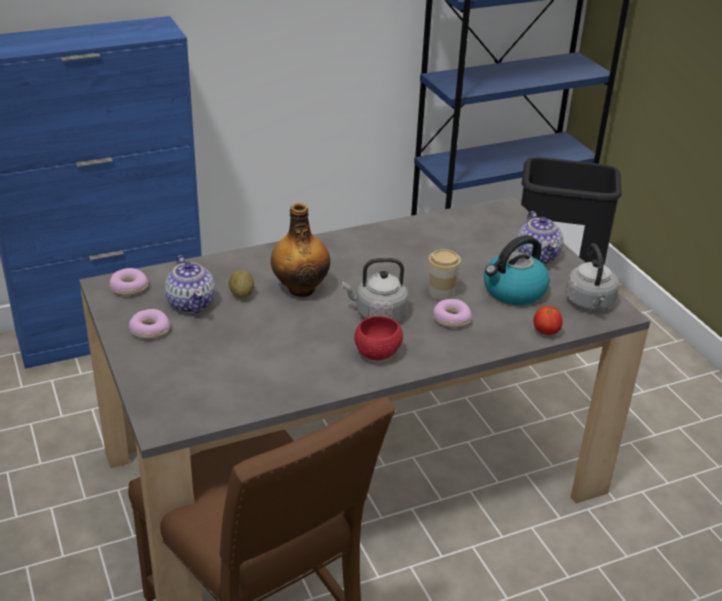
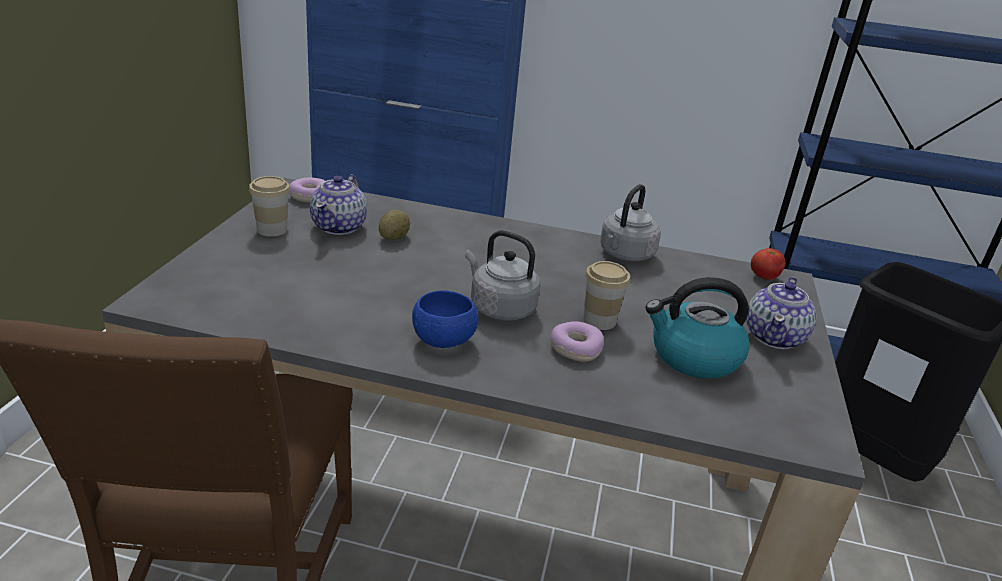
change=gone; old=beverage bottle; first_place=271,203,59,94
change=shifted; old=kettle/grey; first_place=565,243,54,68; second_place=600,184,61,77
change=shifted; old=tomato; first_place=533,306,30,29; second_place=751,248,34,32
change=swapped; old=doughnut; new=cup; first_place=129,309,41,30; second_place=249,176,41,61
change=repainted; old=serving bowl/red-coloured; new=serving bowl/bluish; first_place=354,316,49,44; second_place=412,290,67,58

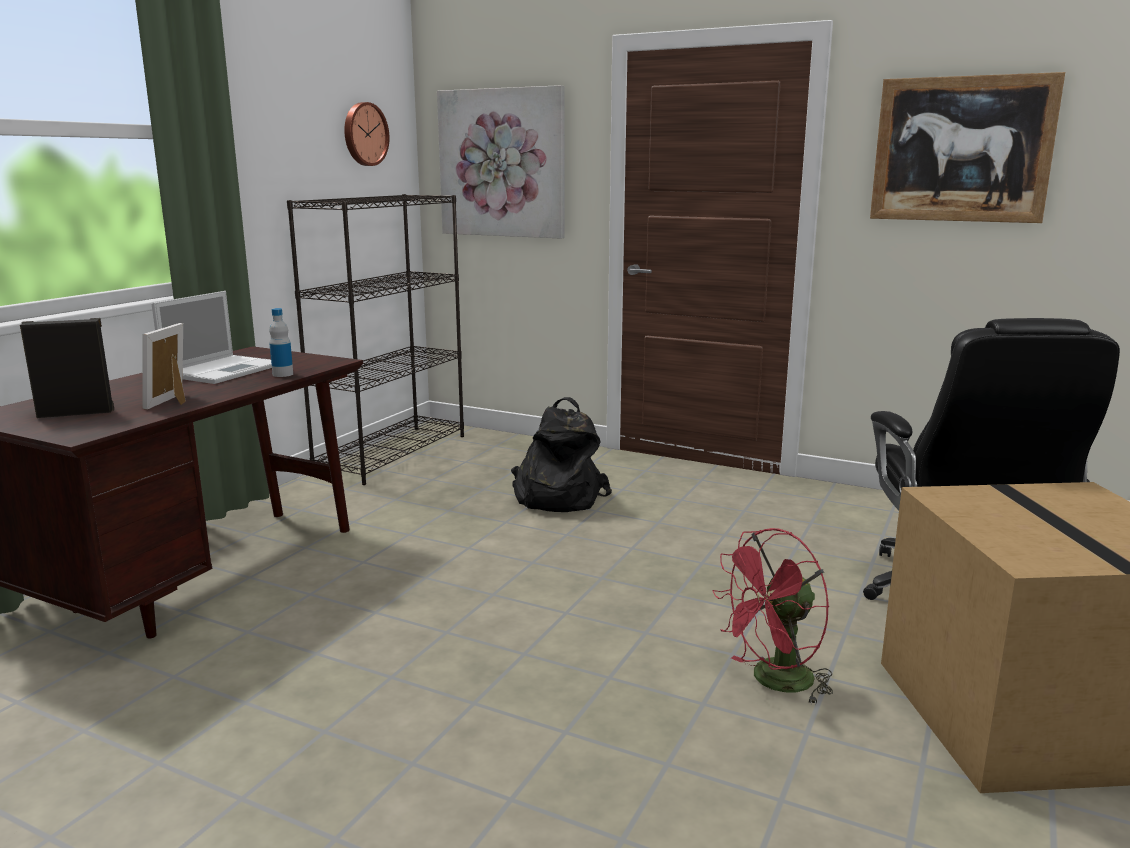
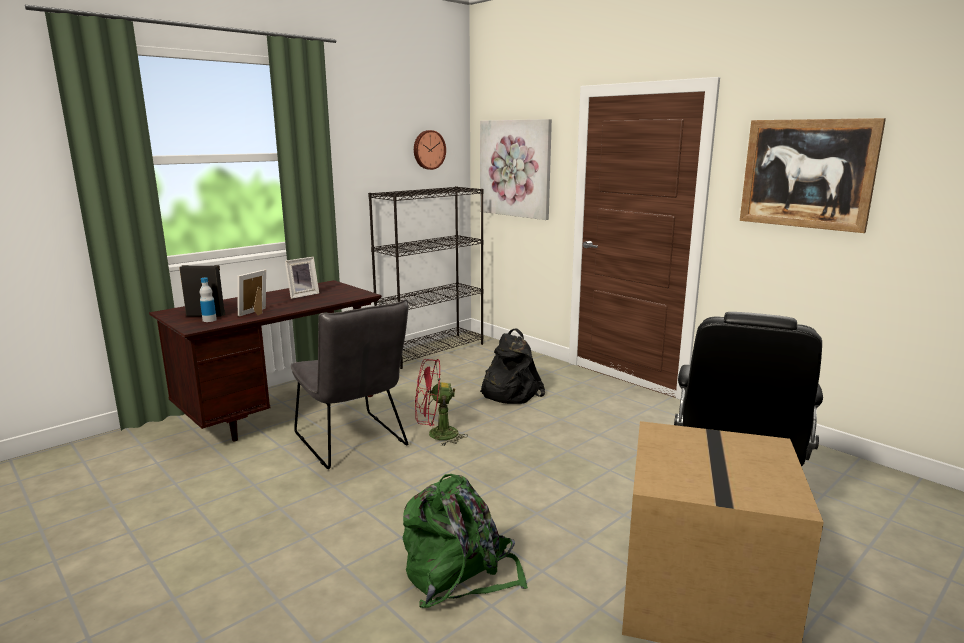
change=swapped; old=laptop; new=photo frame; first_place=152,291,120,93; second_place=285,257,34,42
change=shifted; old=beverage bottle; first_place=269,308,24,69; second_place=200,278,17,44
change=shifted; old=cooling fan/red-coloured; first_place=713,528,120,178; second_place=415,359,53,87
change=new; new=chair/grey; second_place=291,299,118,170
change=new; new=backpack/greenish; second_place=402,474,126,134

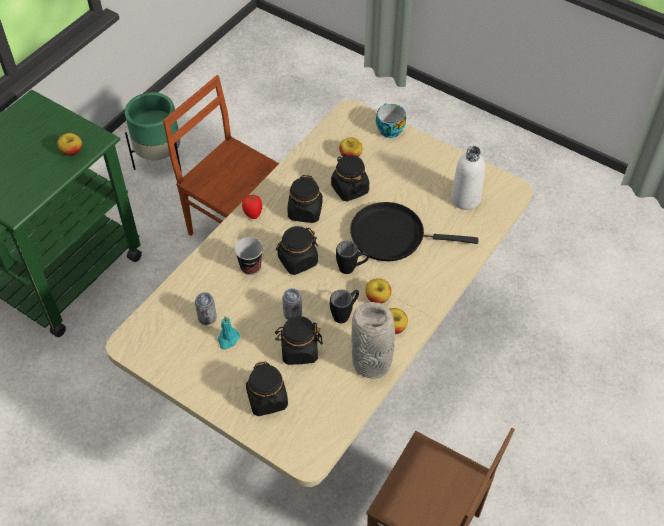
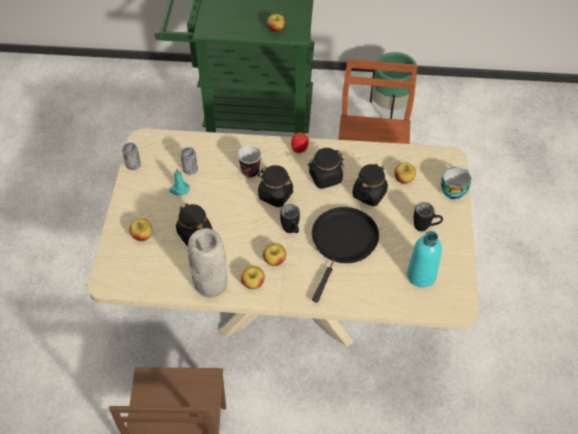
change=repainted; old=beverage bottle/whitish; new=beverage bottle/turquoise; first_place=451,146,34,64; second_place=407,231,35,56
change=rotated; old=pan/black; first_place=350,202,128,59; second_place=312,207,67,96; degrees=45
change=shifted; old=can; first_place=282,288,20,32; second_place=122,142,19,28
change=shifted; old=tea mug/black; first_place=330,290,29,33; second_place=413,202,30,30
change=swapped; old=preserve jar/black; new=apple; first_place=246,361,42,55; second_place=130,219,22,22

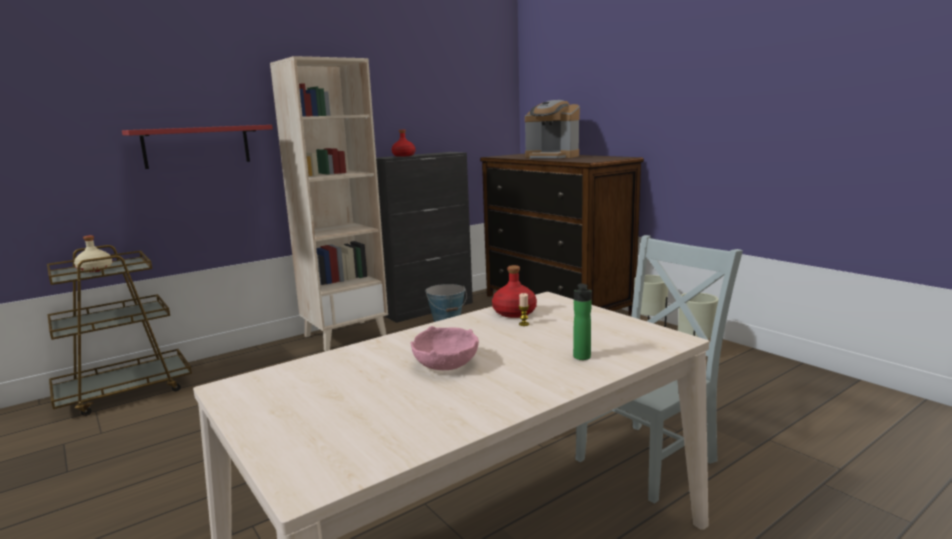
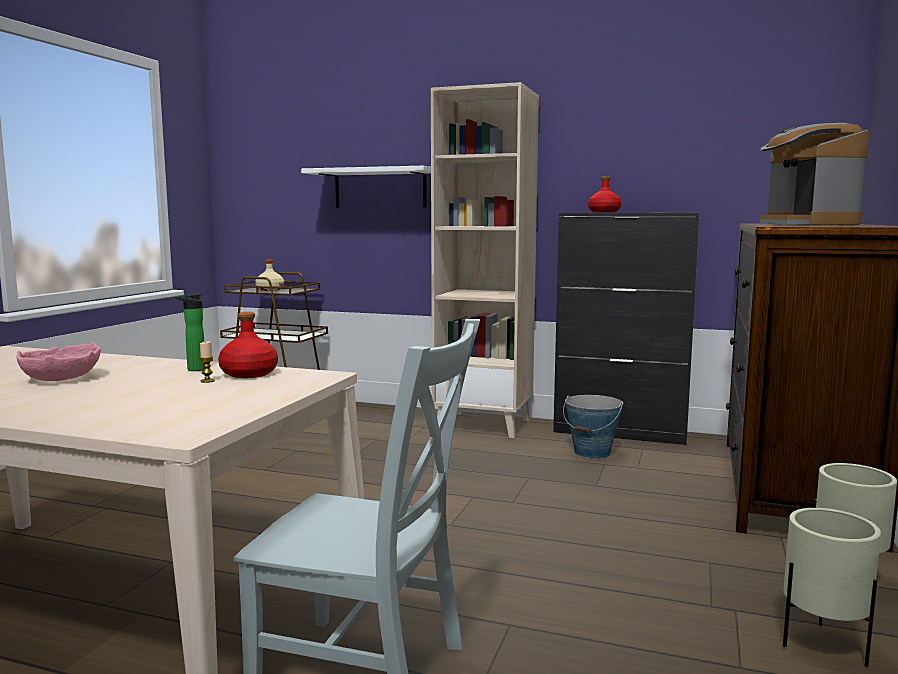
change=repainted; old=bracket shelf/red-coloured; new=bracket shelf/whitish; first_place=122,125,151,44; second_place=301,166,130,42
change=shifted; old=beverage bottle; first_place=573,283,19,77; second_place=175,294,29,77

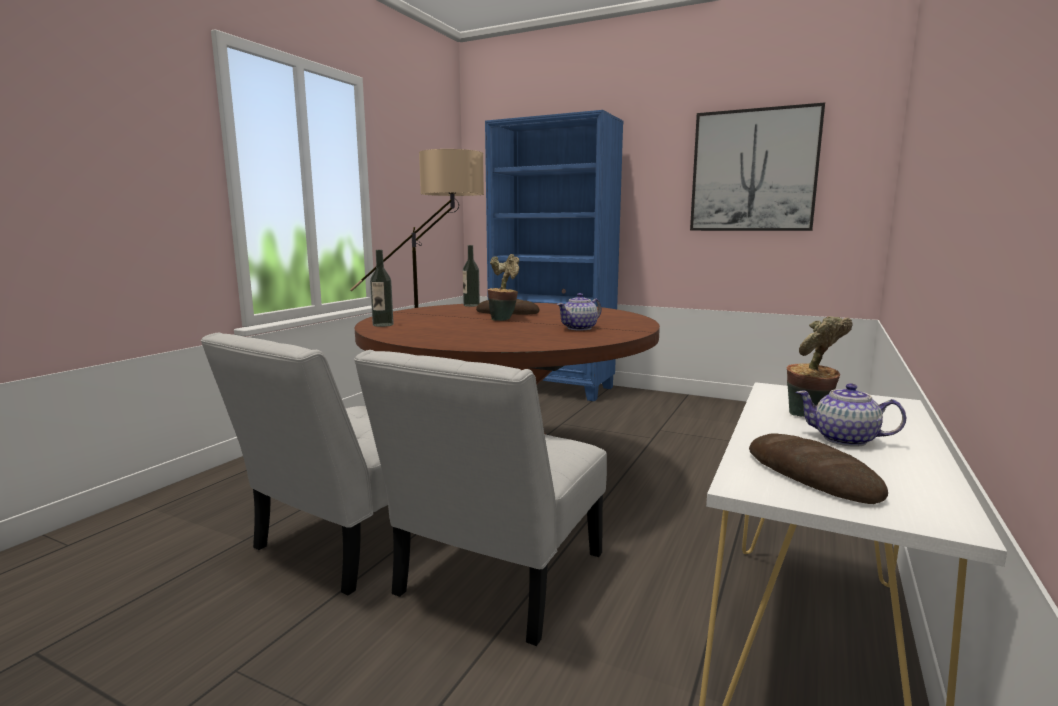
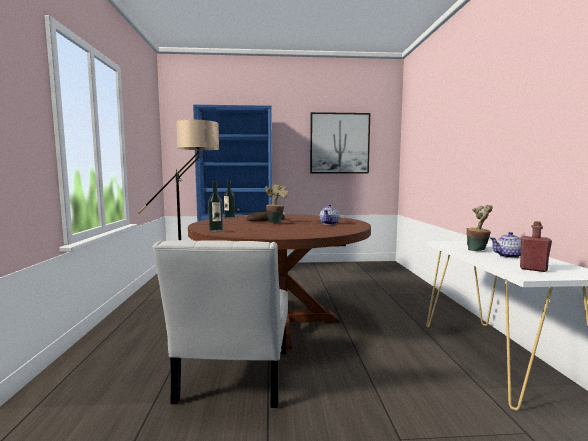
change=gone; old=chair/whitish; first_place=354,350,253,296
change=swapped; old=bread; new=beverage bottle/red-coloured; first_place=749,433,139,71; second_place=520,221,32,51

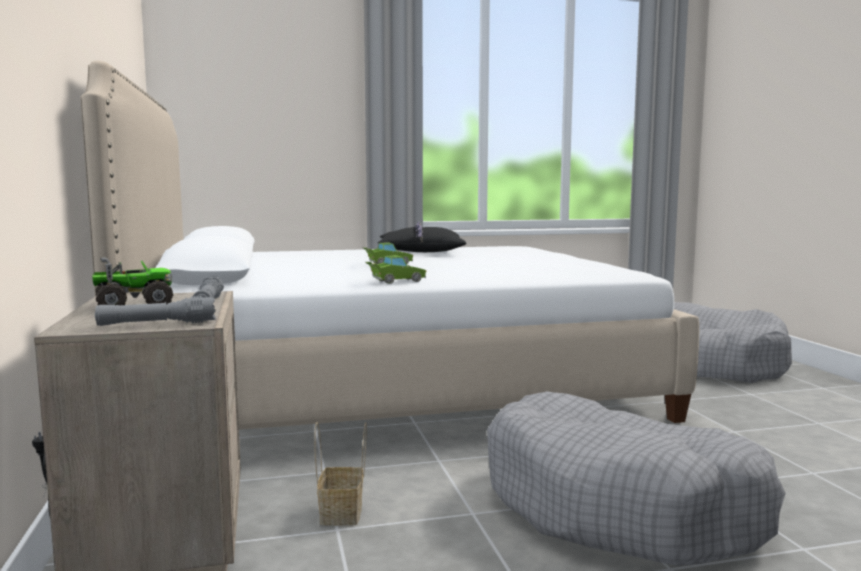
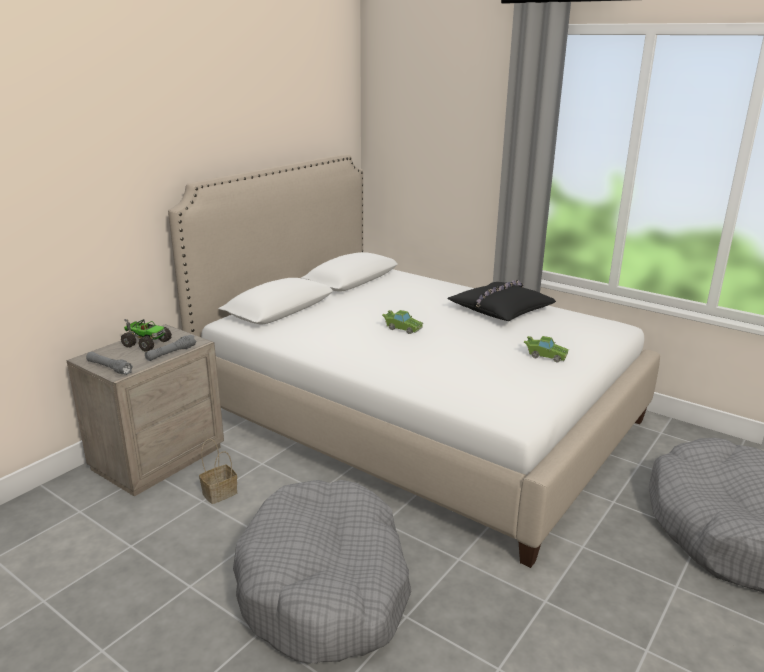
change=shifted; old=model car/greenish; first_place=366,255,61,29; second_place=524,336,45,27

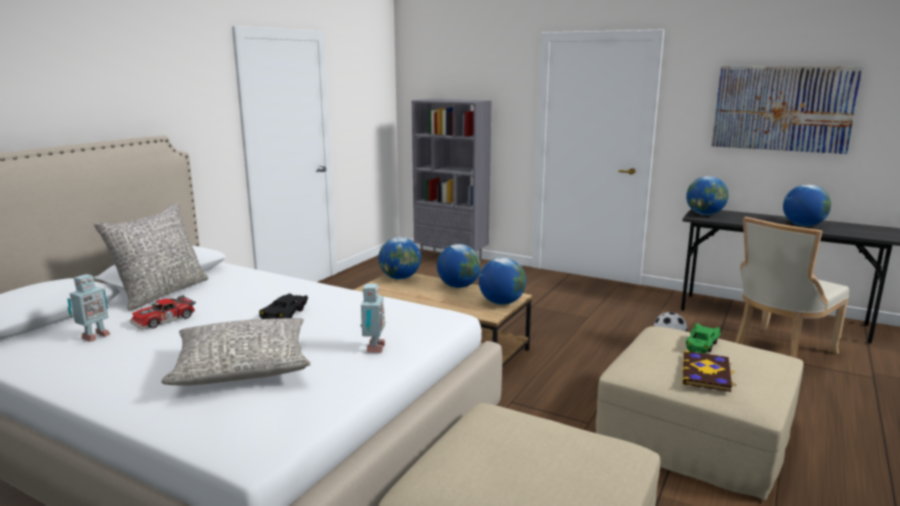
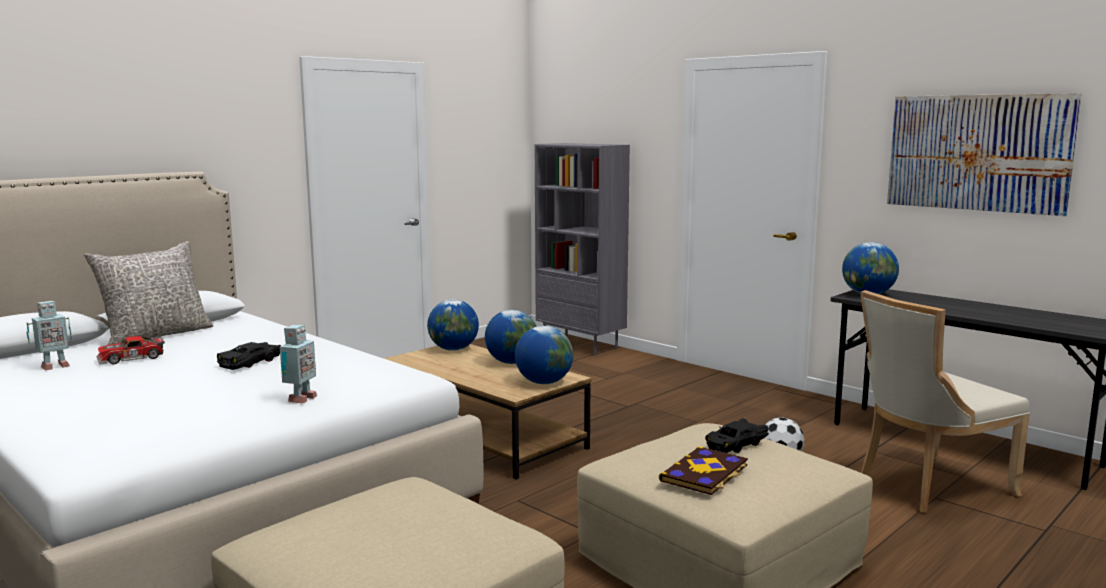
change=gone; old=world globe; first_place=783,184,48,43
change=gone; old=throw pillow/grey; first_place=161,318,150,68
change=repainted; old=model car/greenish; new=model car/black; first_place=686,323,35,30; second_place=705,418,64,35

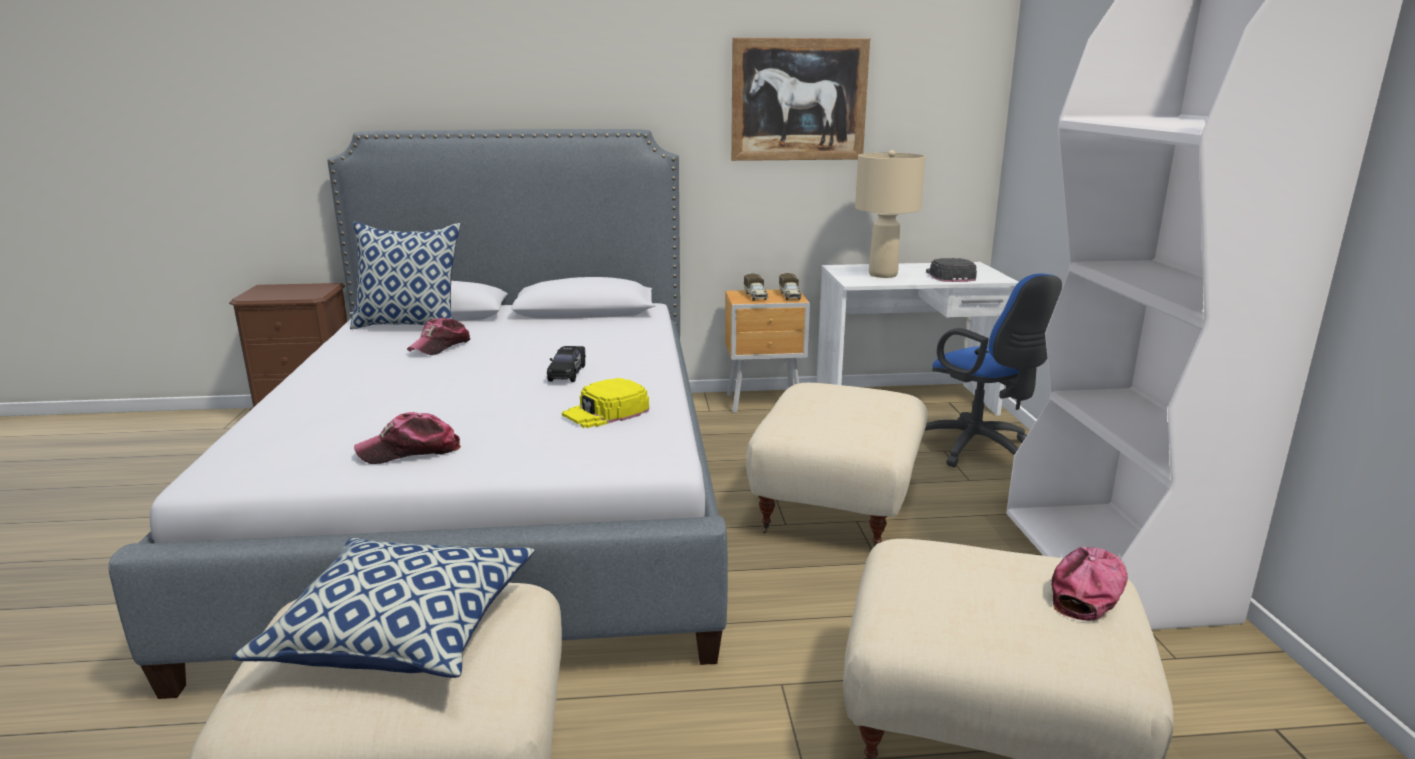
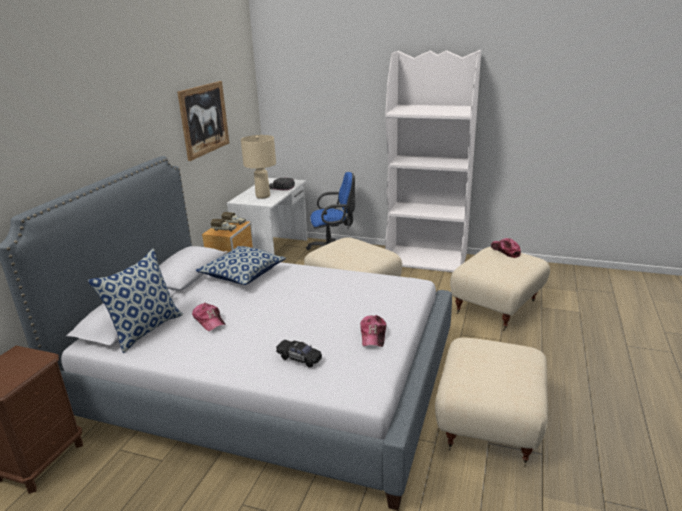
change=shifted; old=model car/black; first_place=547,346,39,36; second_place=276,340,46,28
change=gone; old=baseball cap/yellow; first_place=562,378,87,50
change=shifted; old=throw pillow; first_place=233,538,302,140; second_place=196,246,90,39

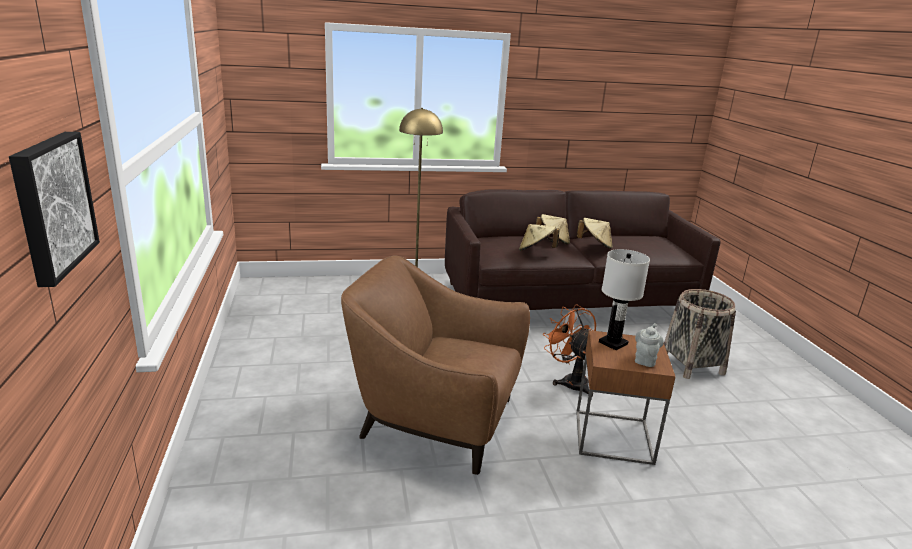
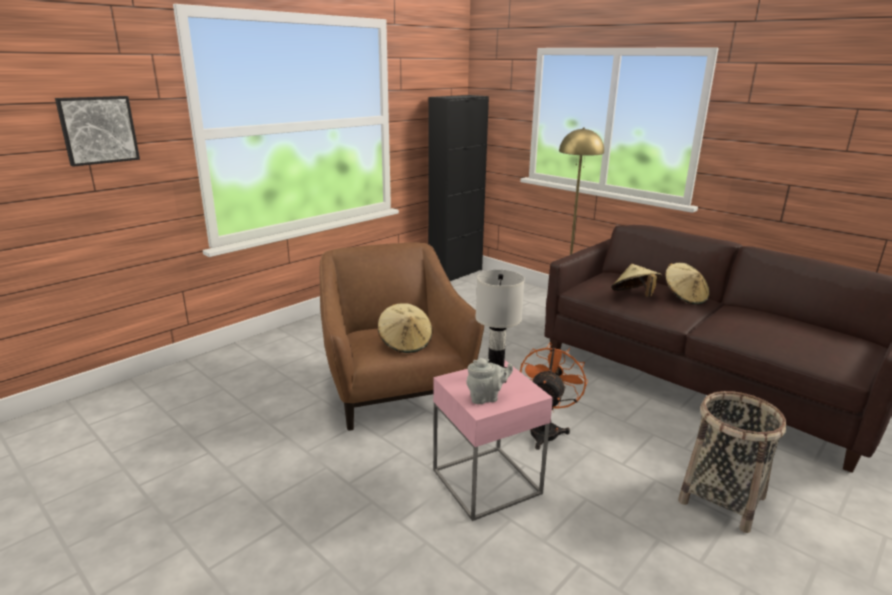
change=shifted; old=wearable hat/beige; first_place=577,218,35,31; second_place=378,303,55,50
change=repainted; old=side table/brown-coloured; new=side table/pinkish; first_place=576,330,100,135; second_place=433,360,120,161
change=new; new=cabinet/black; second_place=428,95,61,186

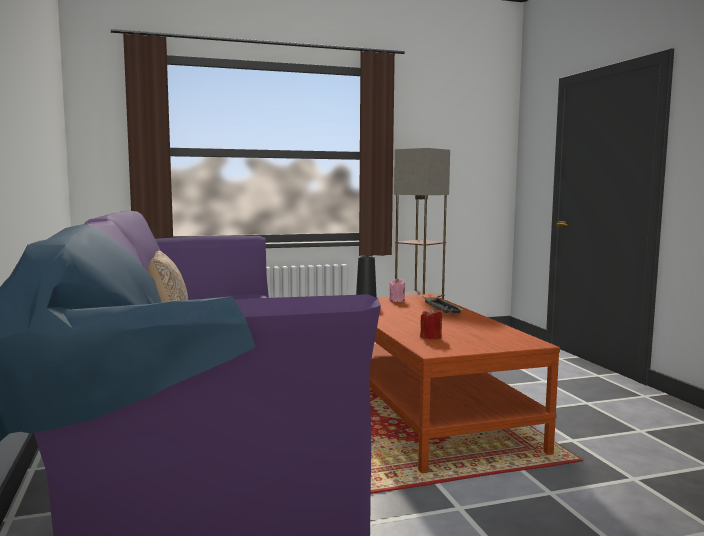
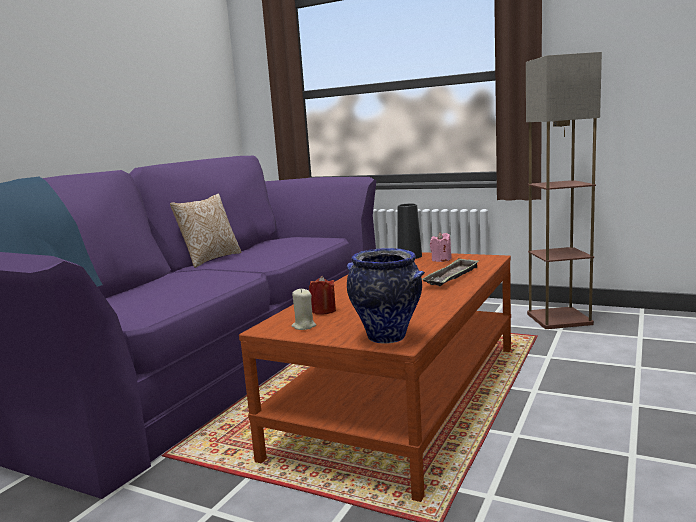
change=new; new=vase; second_place=347,248,78,96
change=new; new=wax candle/beige; second_place=292,289,24,41

